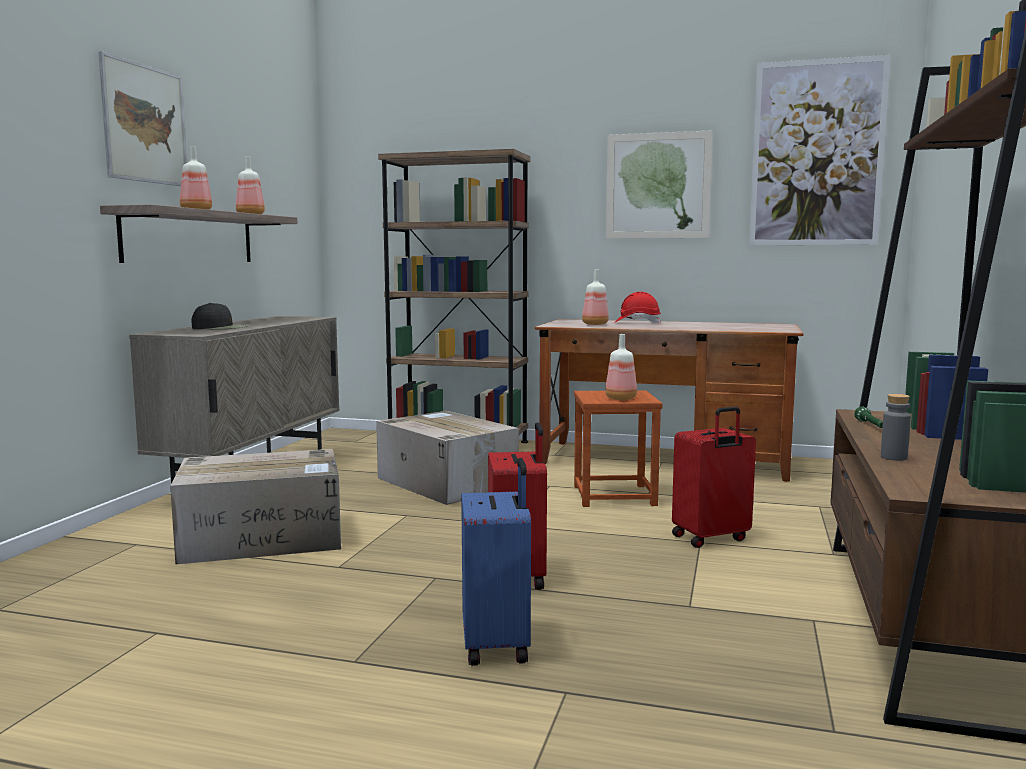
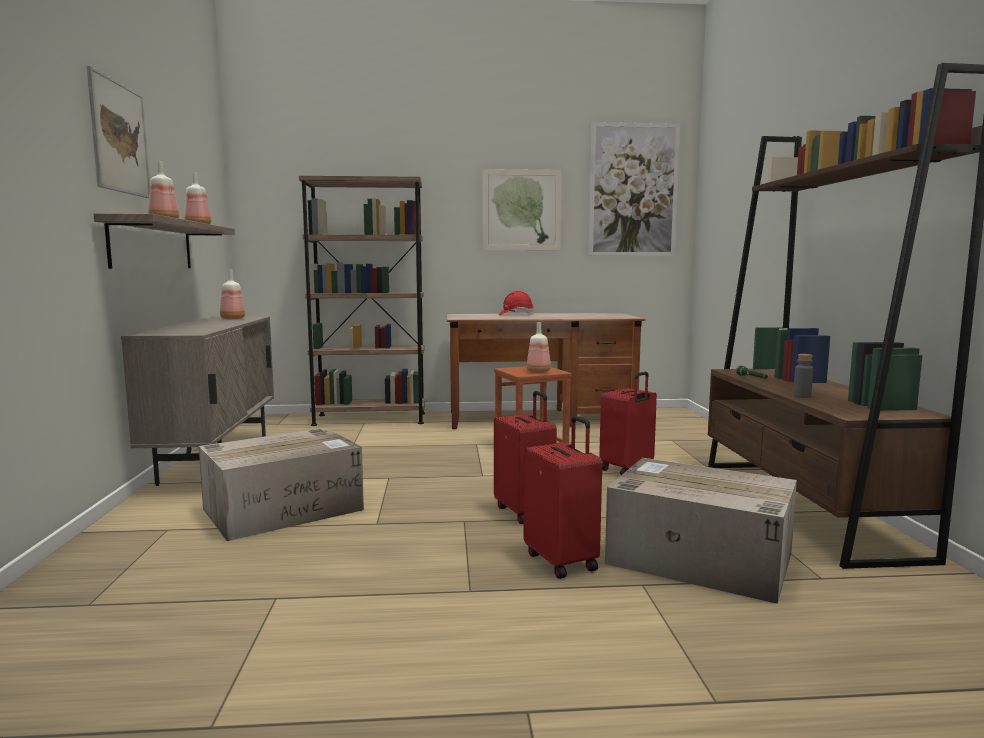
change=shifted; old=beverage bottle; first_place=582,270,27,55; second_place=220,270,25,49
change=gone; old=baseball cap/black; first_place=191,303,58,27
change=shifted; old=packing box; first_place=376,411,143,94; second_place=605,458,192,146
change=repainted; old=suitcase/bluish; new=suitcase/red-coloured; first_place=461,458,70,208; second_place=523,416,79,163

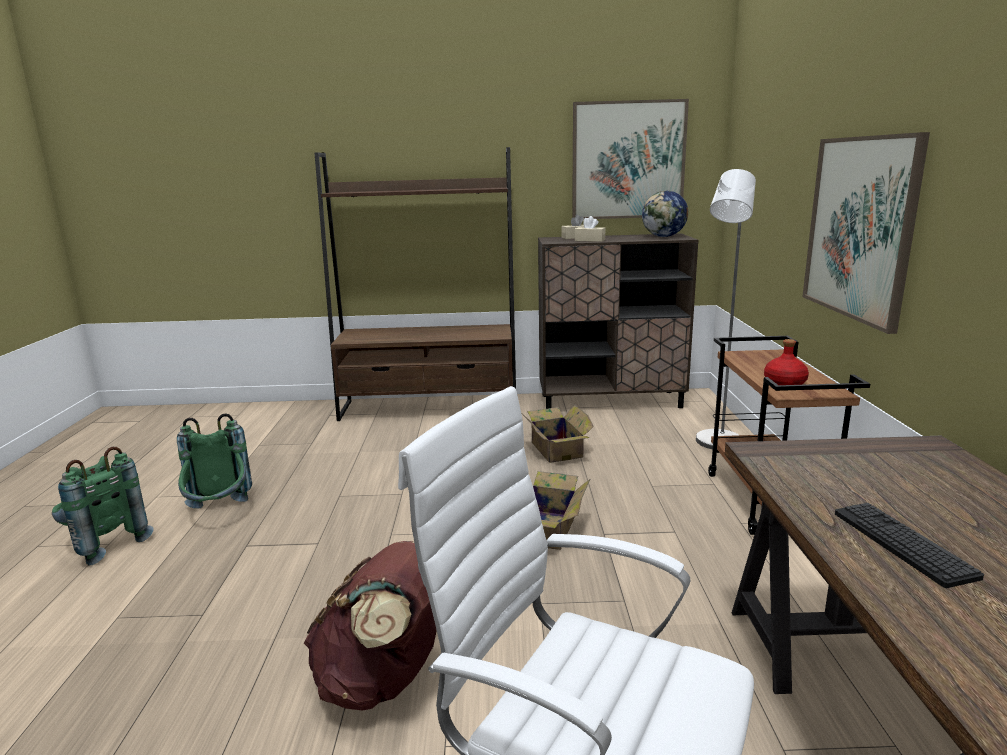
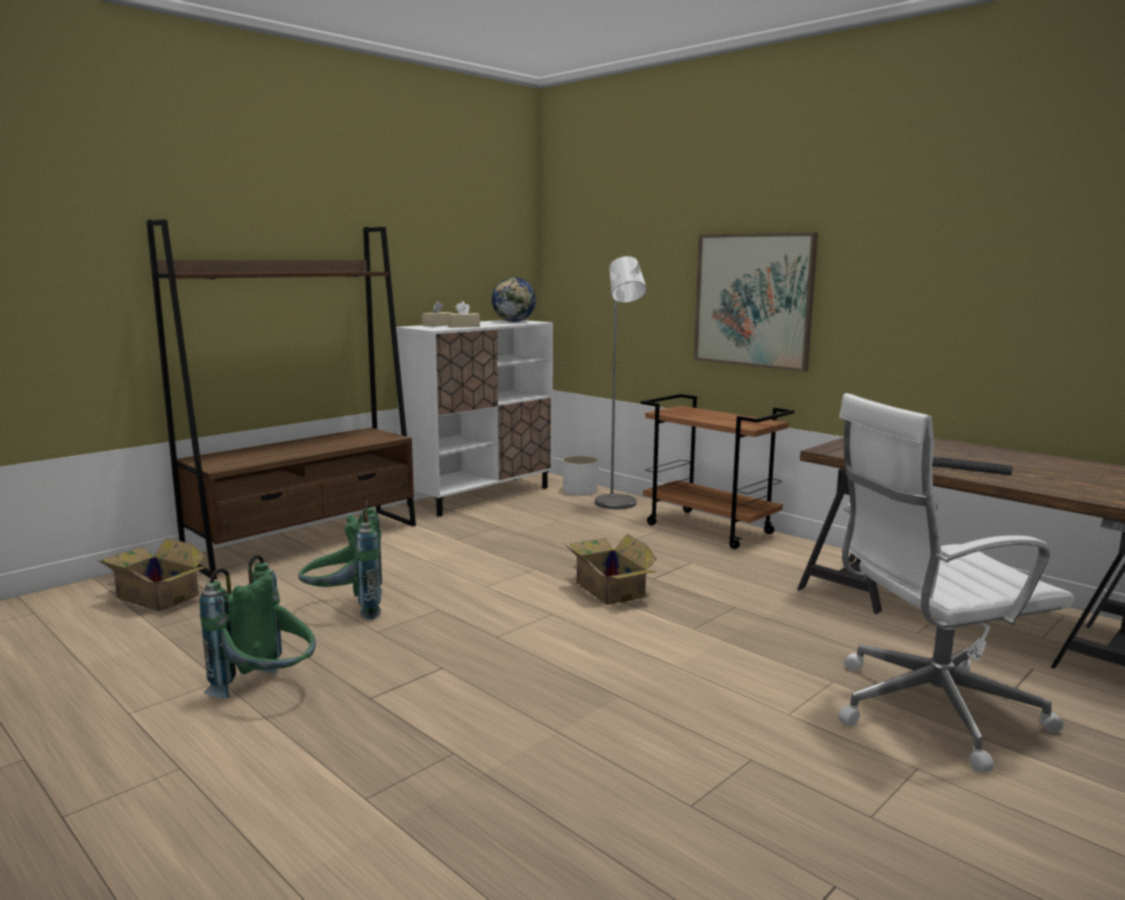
change=gone; old=picture; first_place=572,99,117,120
change=repainted; old=cabinet/brown-coloured; new=cabinet/whitish; first_place=538,233,160,176; second_place=396,320,157,197
change=gone; old=beverage bottle/red-coloured; first_place=764,339,45,46
change=shifted; old=packing box; first_place=521,405,73,58; second_place=97,538,110,73
change=shifted; old=backpack/greenish; first_place=52,447,101,119; second_place=298,500,84,119
change=gone; old=backpack/brown-coloured; first_place=304,541,132,170
change=new; new=plant pot/whitish; second_place=563,456,36,40

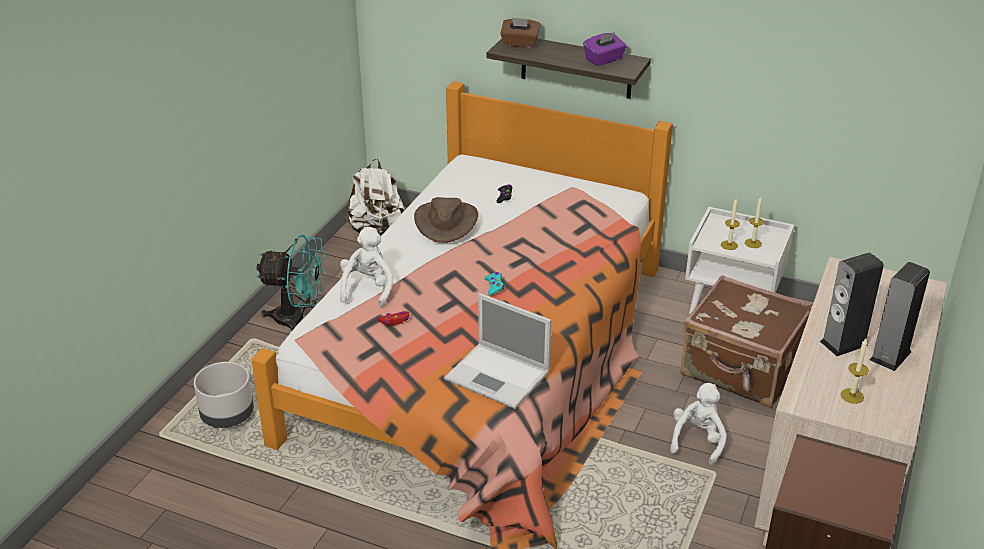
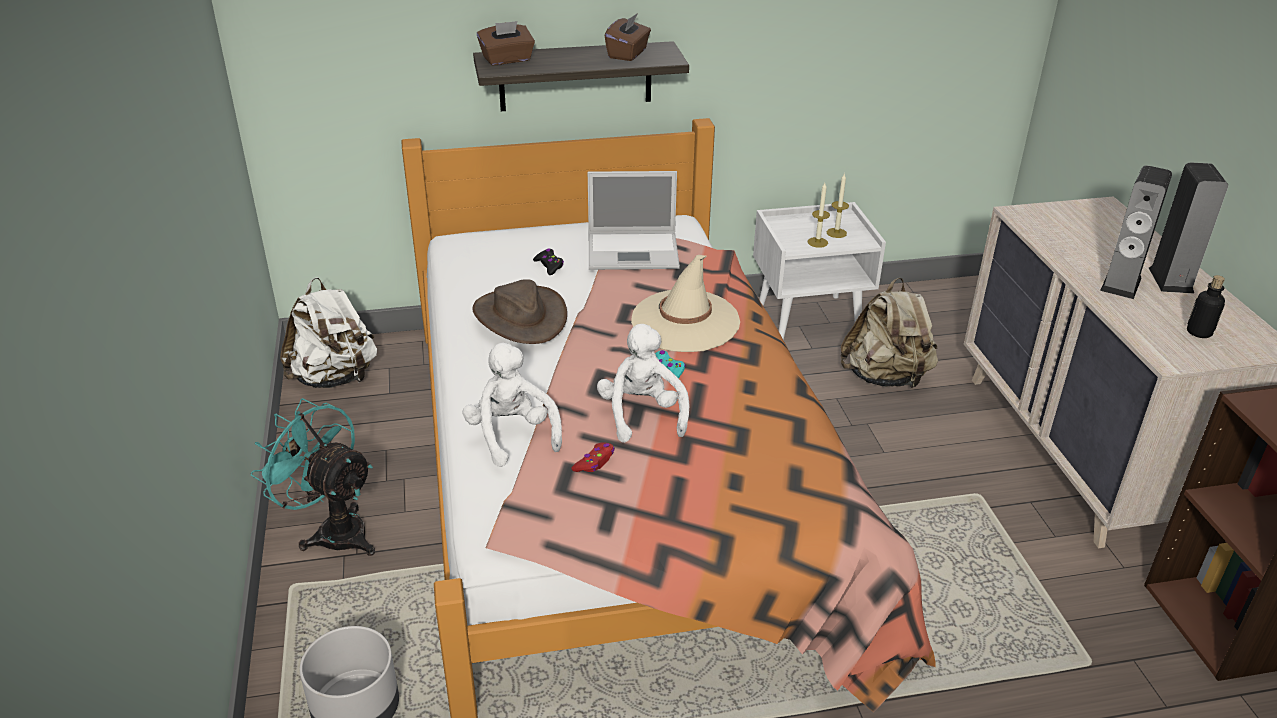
change=repainted; old=box of tissues/purple; new=box of tissues/brown-coloured; first_place=583,32,44,34; second_place=605,13,46,48
change=rotated; old=cooling fan/turquoise; first_place=256,235,70,95; second_place=251,398,124,158; degrees=-120
change=swapped; old=suitcase/brown-coloured; new=backpack/beige; first_place=680,275,133,133; second_place=841,278,97,111
change=shifted; old=laptop; first_place=444,293,108,116; second_place=588,171,92,99
change=swapped; old=wax candle; new=beverage bottle; first_place=841,339,28,65; second_place=1187,275,38,63
change=shifted; old=plush toy/whitish; first_place=670,383,57,82; second_place=597,324,92,119
change=new; new=wearable hat/beige; second_place=631,255,109,97

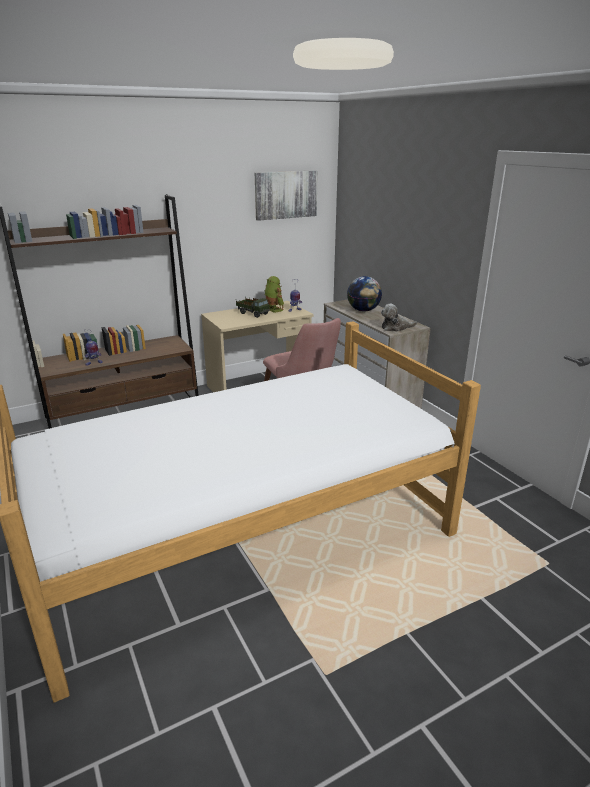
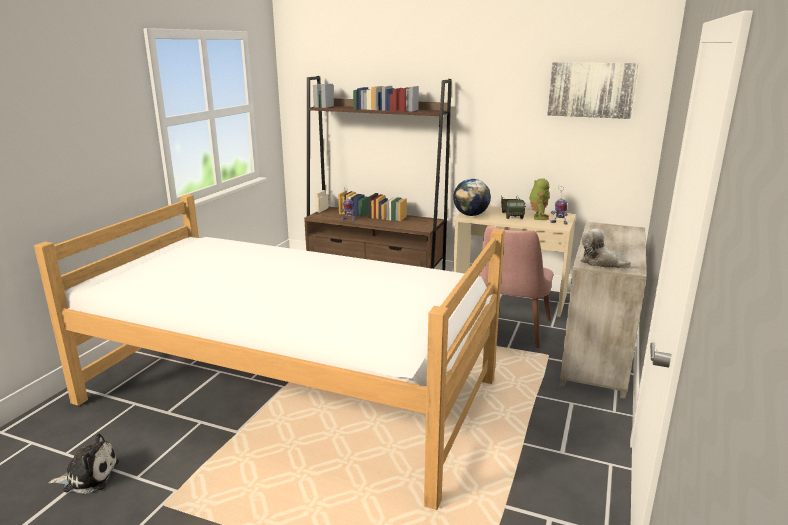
change=shifted; old=world globe; first_place=347,276,35,35; second_place=453,179,38,37
change=new; new=plush toy; second_place=48,434,71,60

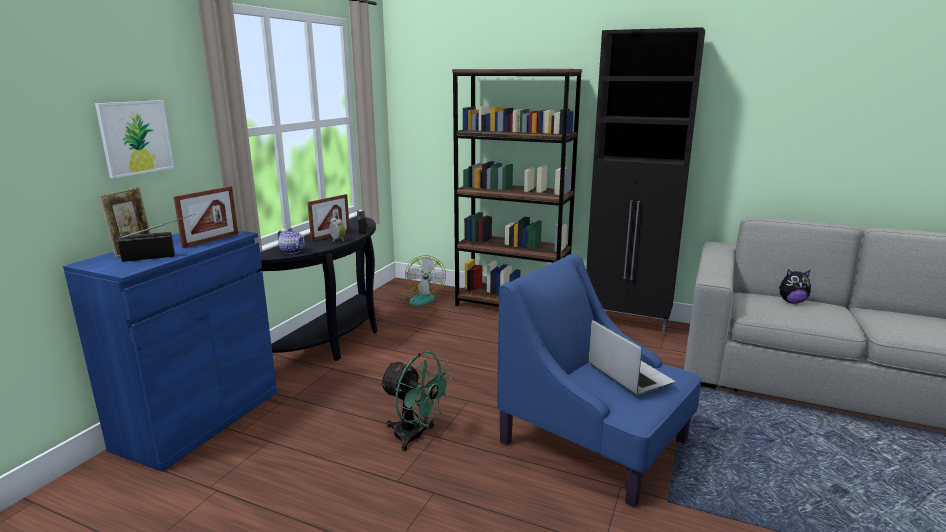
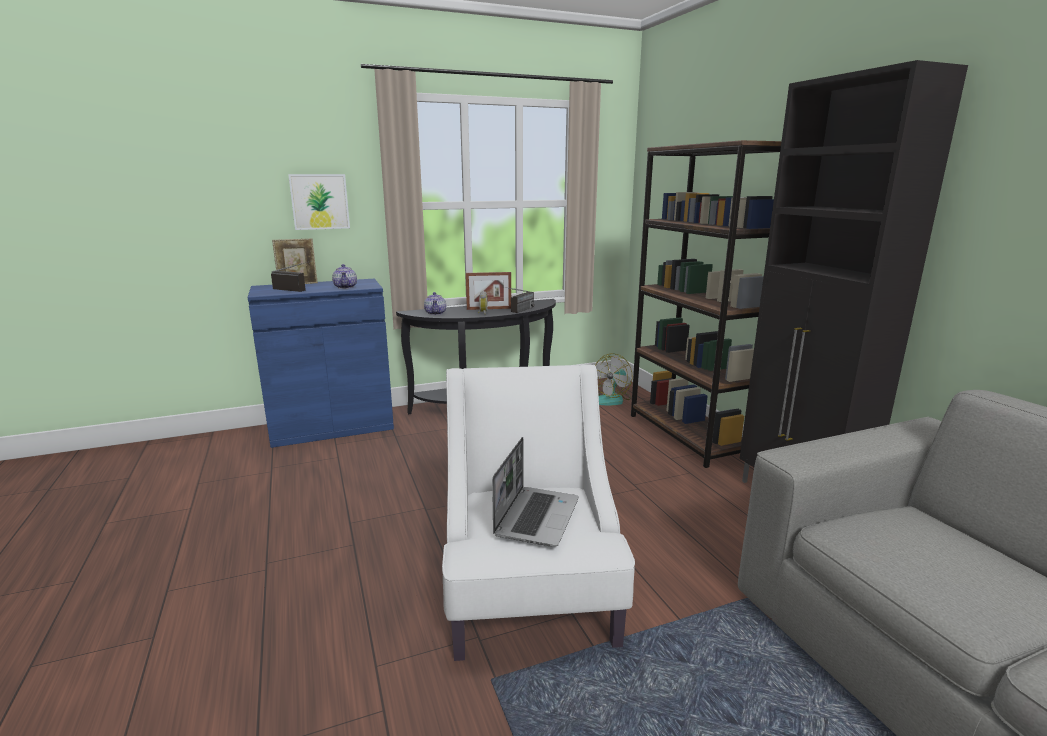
change=swapped; old=photo frame; new=tea pot; first_place=174,186,64,62; second_place=332,264,25,25
change=repainted; old=lounge chair/bluish; new=lounge chair/whitish; first_place=497,254,205,254; second_place=442,364,193,297
change=gone; old=plush toy; first_place=779,269,32,35
change=gone; old=cooling fan/greenish; first_place=379,351,74,100

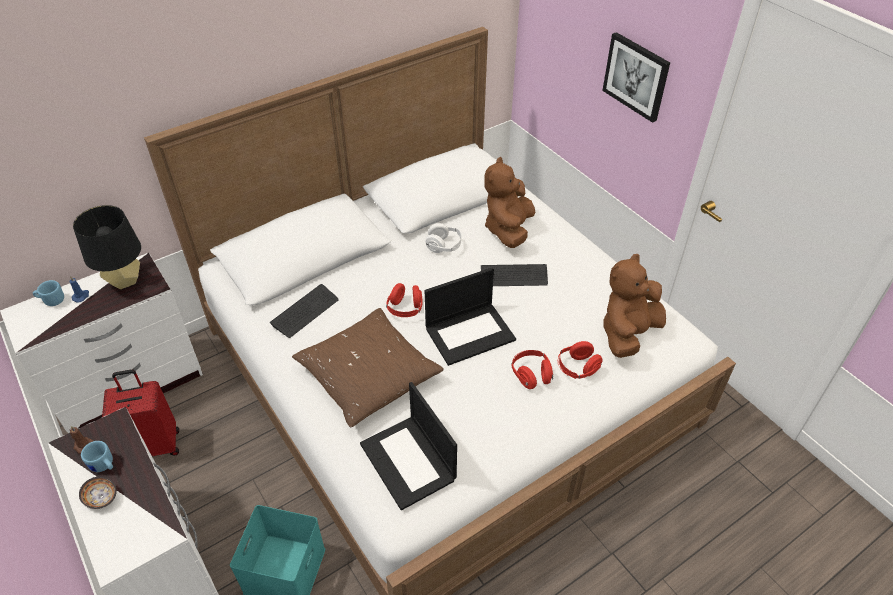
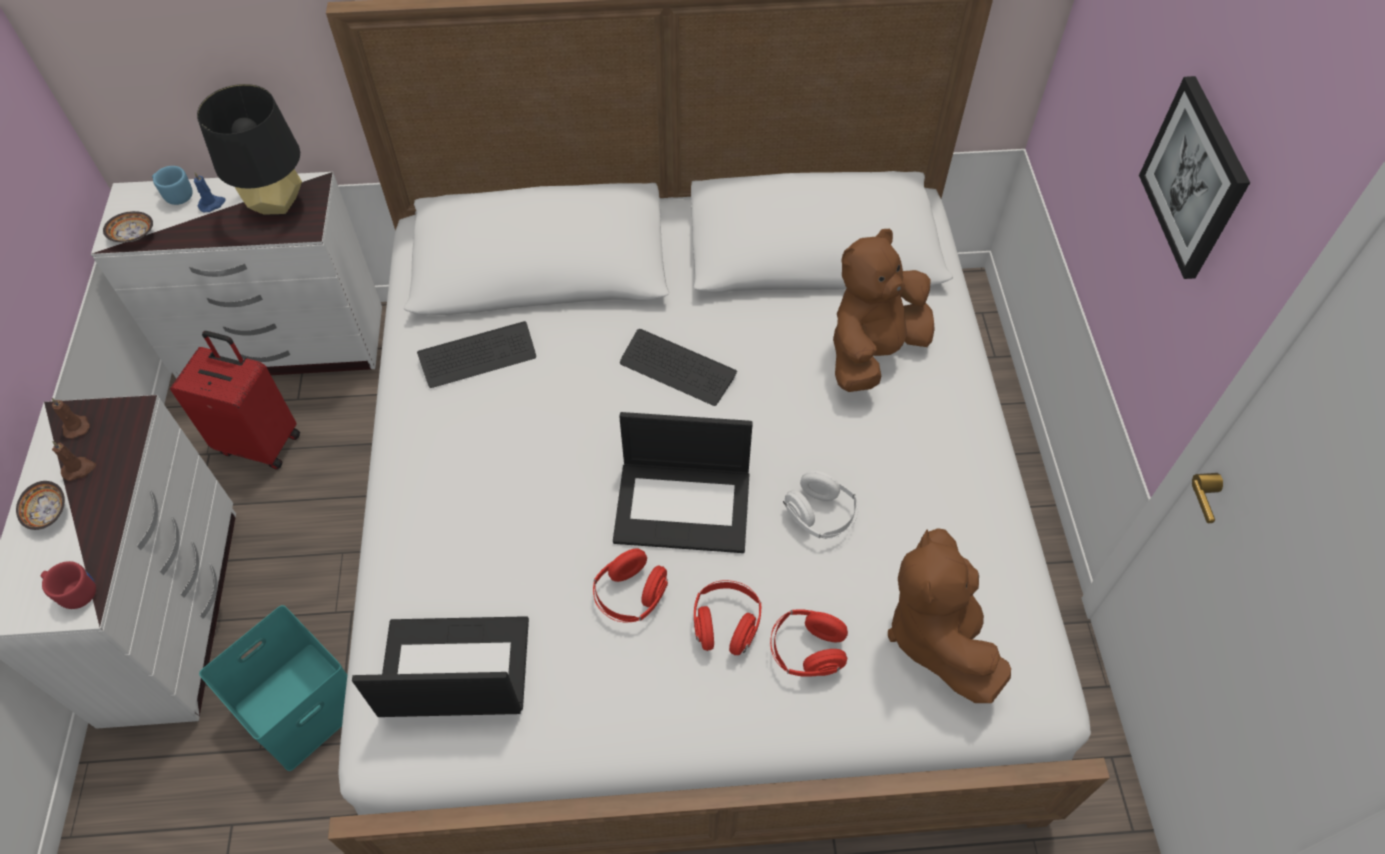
change=shifted; old=pair of headphones/whitish; first_place=426,223,37,30; second_place=783,471,76,68
change=rotated; old=plush toy/brown-coloured; first_place=603,254,63,104; second_place=888,528,123,175; degrees=-75
change=shifted; old=PC keyboard; first_place=481,264,67,22; second_place=620,329,117,77
change=shifted; old=pair of headphones/red-coloured; first_place=386,283,36,34; second_place=593,548,75,74
change=gone; old=throw pillow/brown-coloured; first_place=292,308,152,119
change=rotated; old=laptop; first_place=360,382,97,128; second_place=352,616,177,101; degrees=90
change=swapped; old=tea mug/bluish; new=wax candle/brown-coloured; first_place=81,441,32,31; second_place=52,441,44,40
change=new; new=serving bowl; second_place=103,211,50,31
change=new; new=tea mug/red-coloured; second_place=41,561,55,48

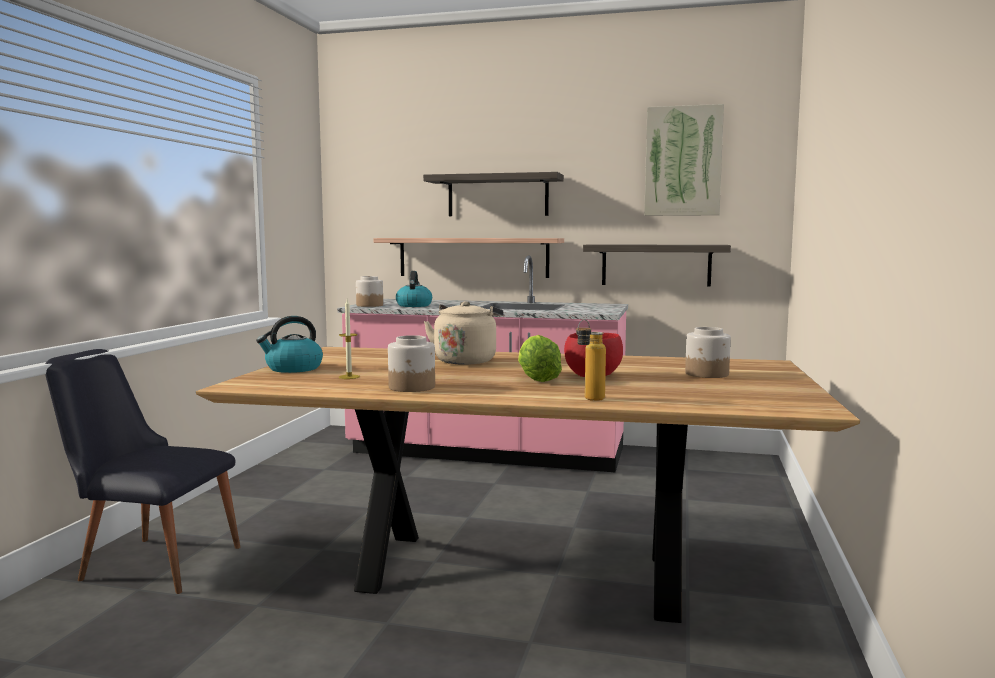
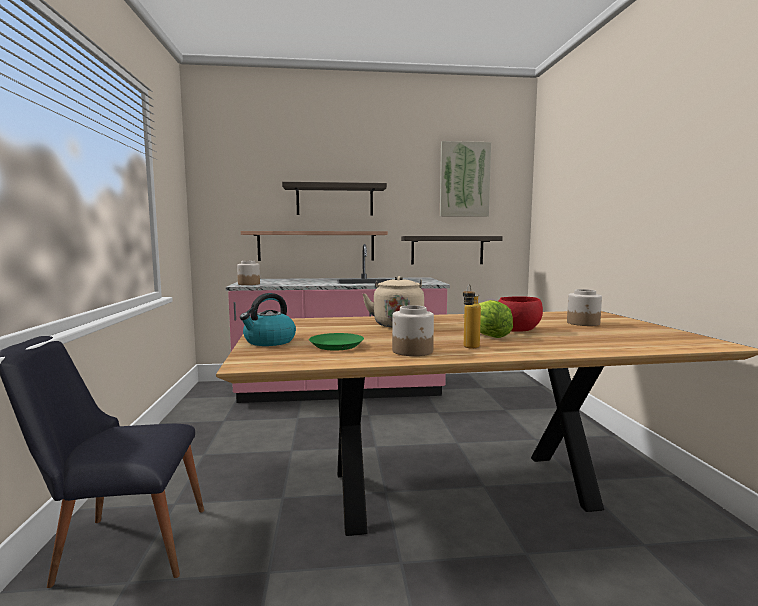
change=gone; old=kettle; first_place=396,271,36,36
change=swapped; old=wax candle; new=dinner plate/greenish; first_place=339,299,21,80; second_place=309,333,55,17
change=shifted; old=beverage bottle; first_place=576,319,30,82; second_place=463,284,18,65

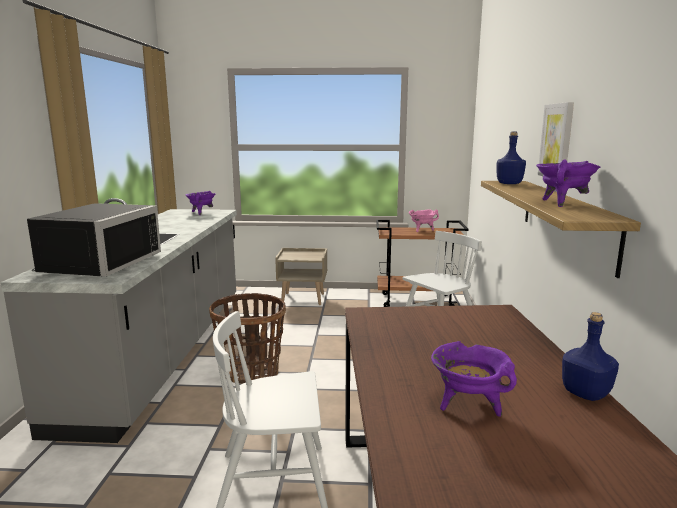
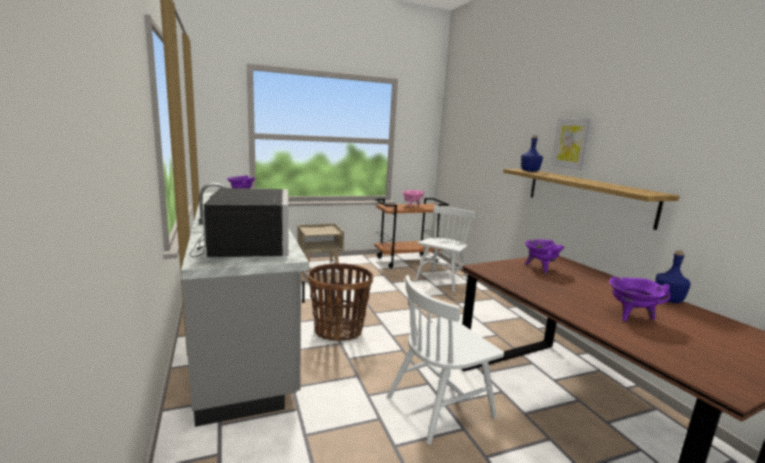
change=shifted; old=cooking pot/purple; first_place=536,159,64,48; second_place=525,239,40,35

